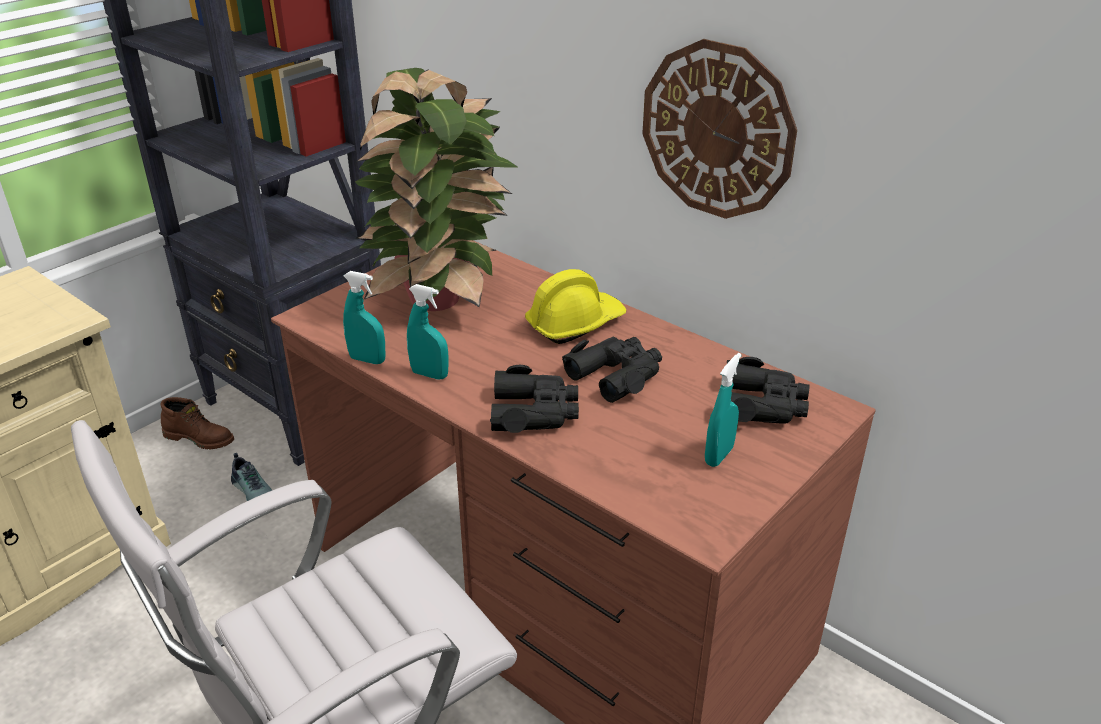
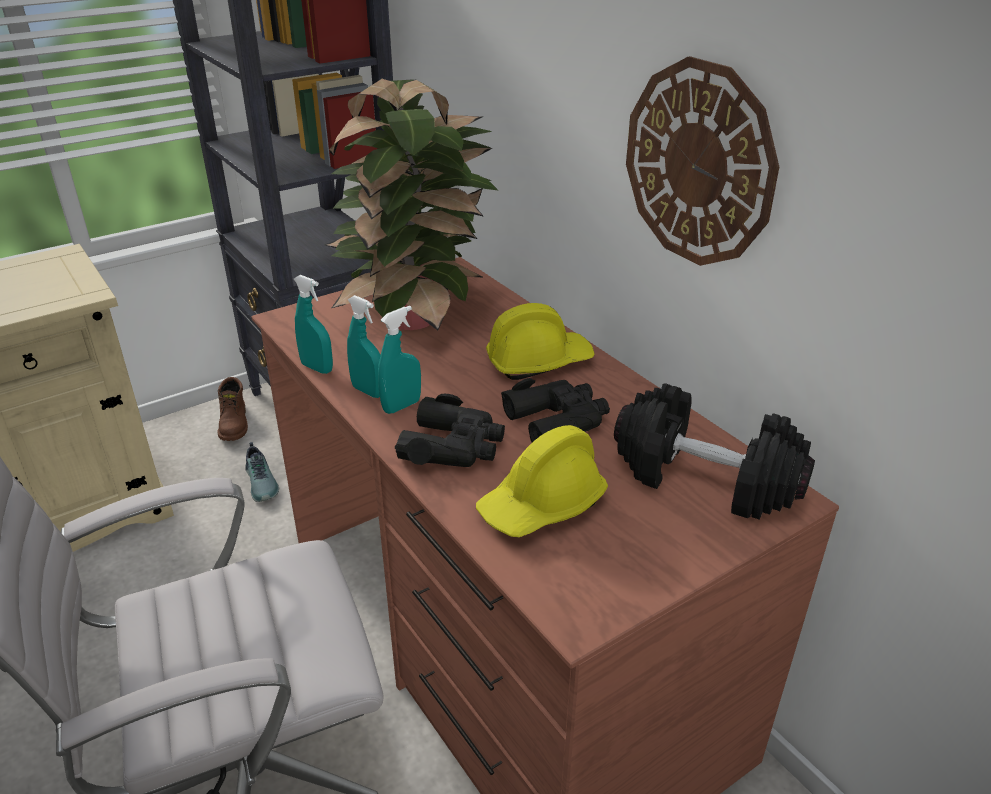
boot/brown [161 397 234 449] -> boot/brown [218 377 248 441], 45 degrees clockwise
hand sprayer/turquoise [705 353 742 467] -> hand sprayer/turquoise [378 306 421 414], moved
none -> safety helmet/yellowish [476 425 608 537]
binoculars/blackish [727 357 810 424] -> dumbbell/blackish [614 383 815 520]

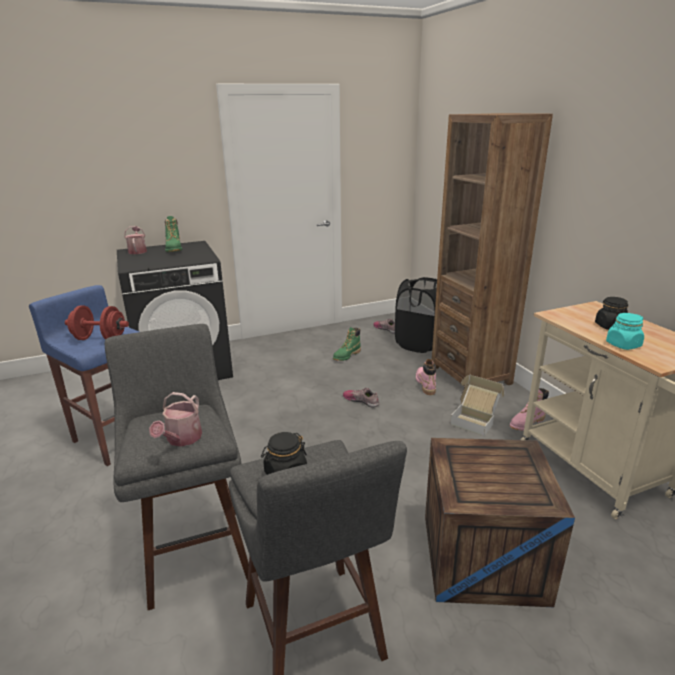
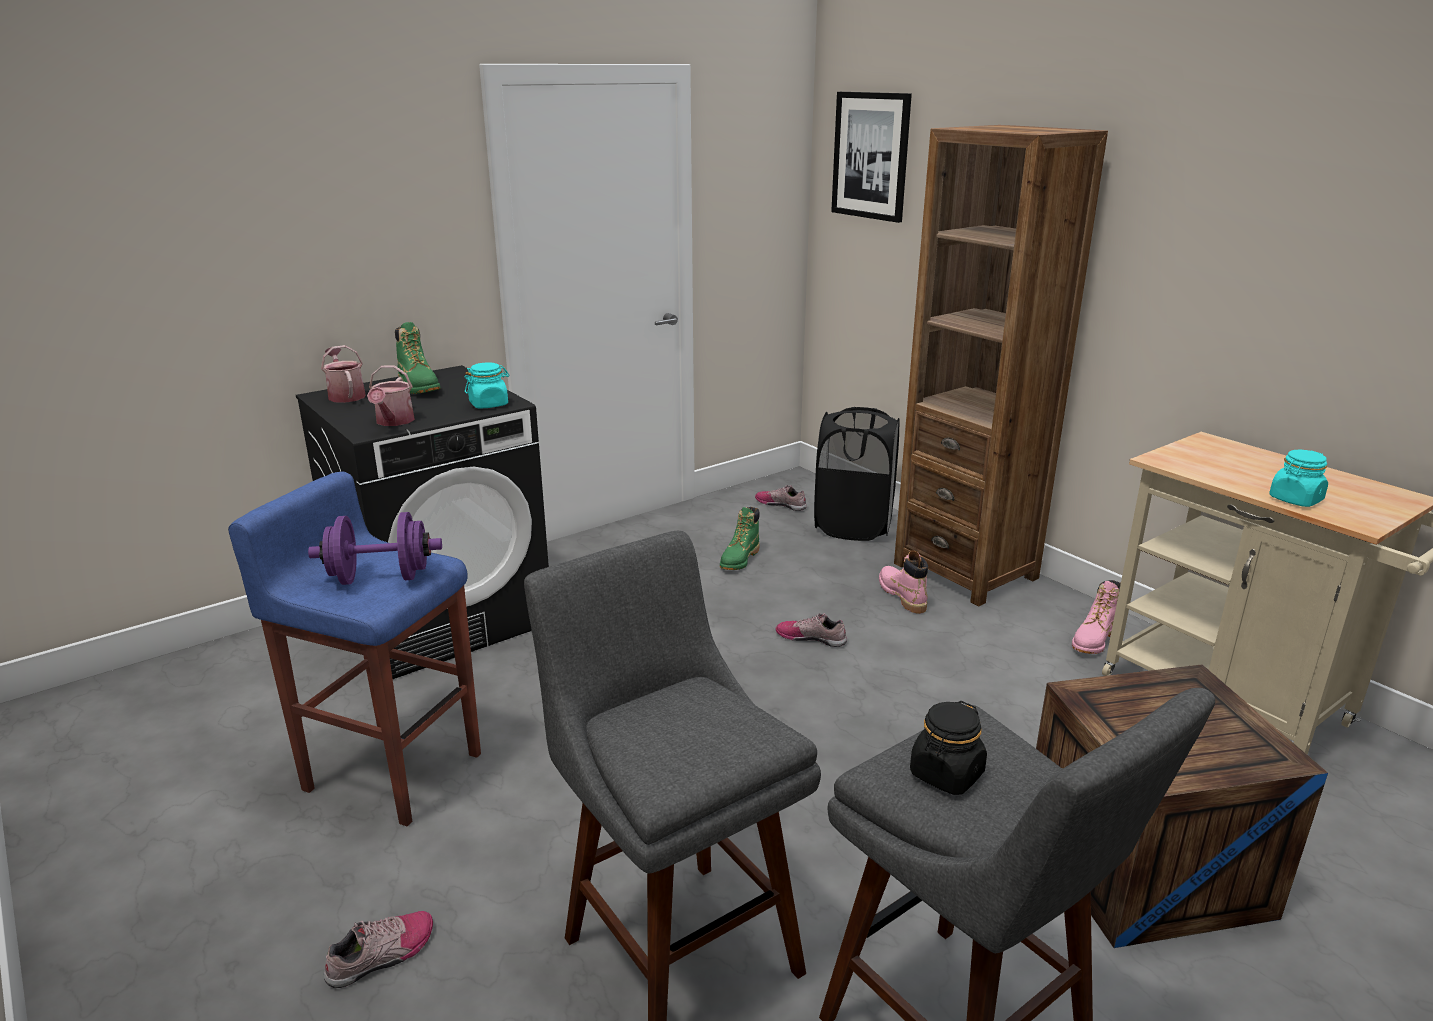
dumbbell/red-coloured [65 306 129 340] -> dumbbell/purplish [308 512 442 585]
none -> low shoe [324 911 433 988]
watering can [149 392 202 447] -> watering can [367 366 415 426], moved
none -> preserve jar/turquoise [465 362 509 409]
none -> wall art [831 92 912 223]
packing box [450 375 504 436] -> none
preserve jar/blackish [595 297 628 330] -> none

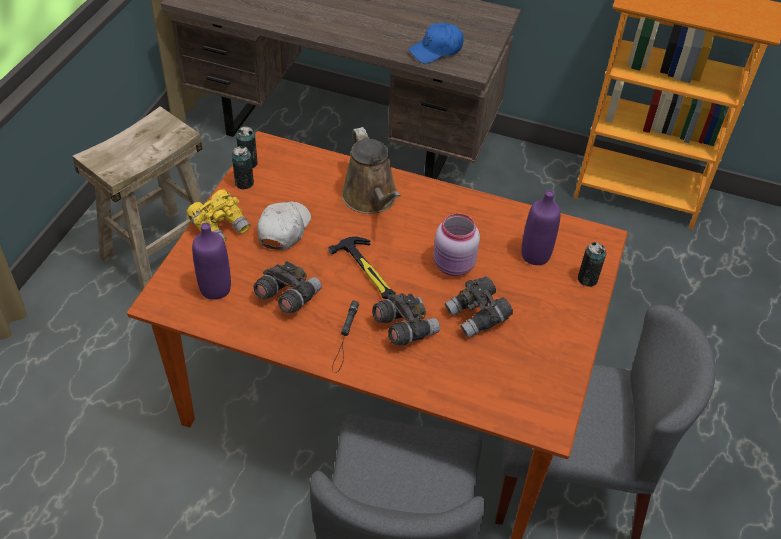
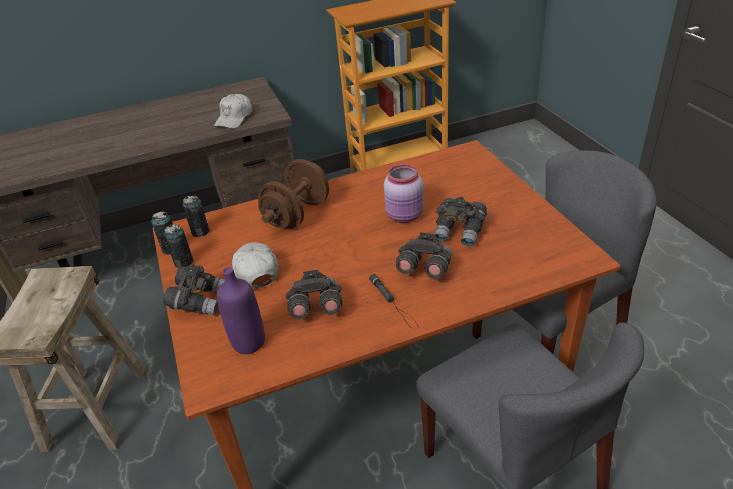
binoculars/yellowish [186 189 251 242] -> binoculars/gray [163 264 225 315]
can [578 242 606 287] -> can [183 195 210 237], moved
cap/bluish [408 22 464 63] -> cap/white-coloured [214 94 252 128]
watering can/brown [342 127 401 214] -> dumbbell/brown [258 159 329 229]
hammer [328 236 396 299] -> none
drink bottle/purplish [521 190 561 265] -> none

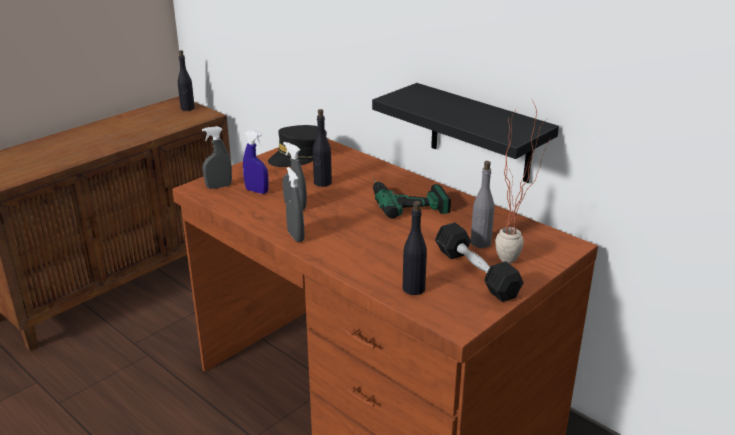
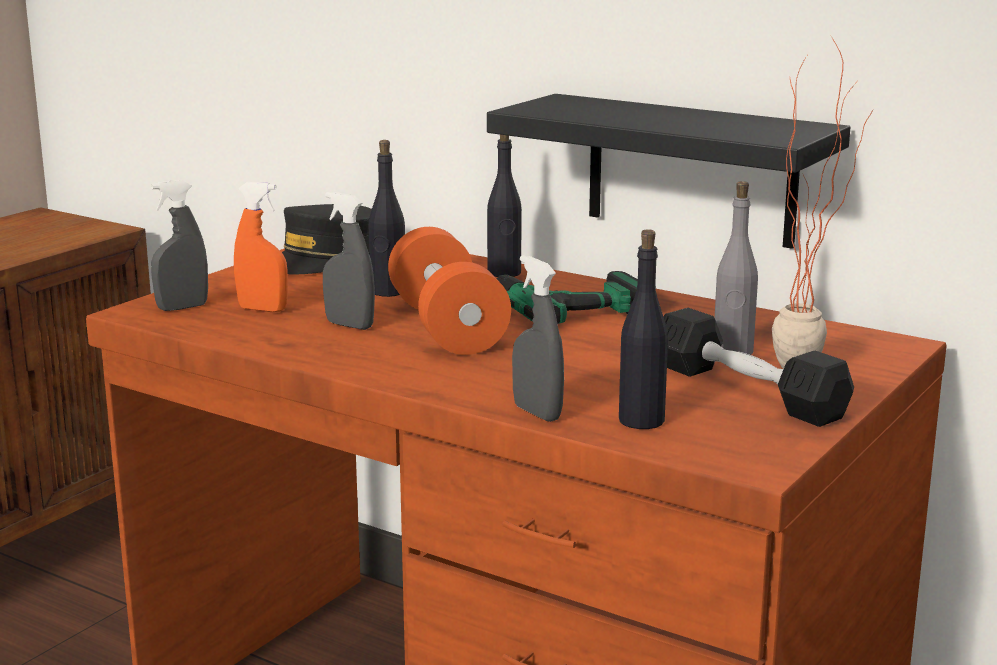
hand sprayer/bluish [243 130 268 194] -> hand sprayer/orangey [234 182 288 312]
none -> dumbbell/orangey [388 227 511 355]
drink bottle/blackish [178 50 195 111] -> drink bottle/blackish [487 135 522 277], moved
hand sprayer/gray [286 167 304 242] -> hand sprayer/gray [512 255 564 422], moved

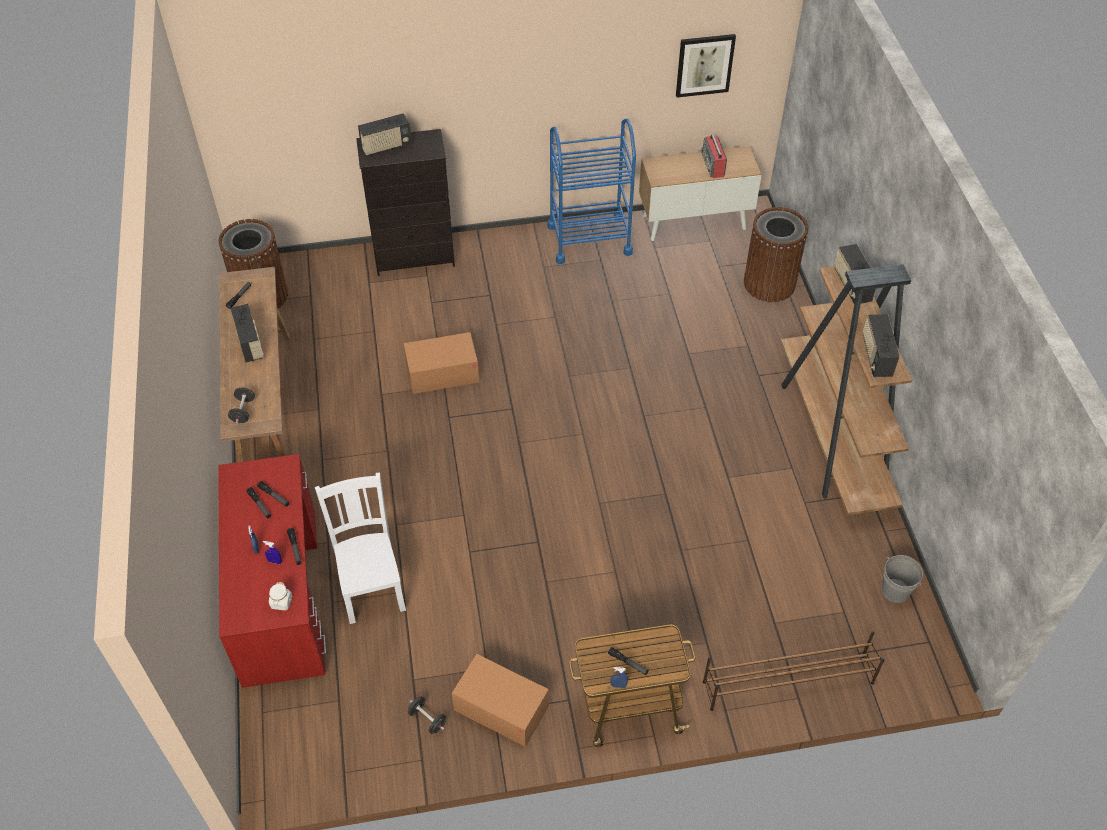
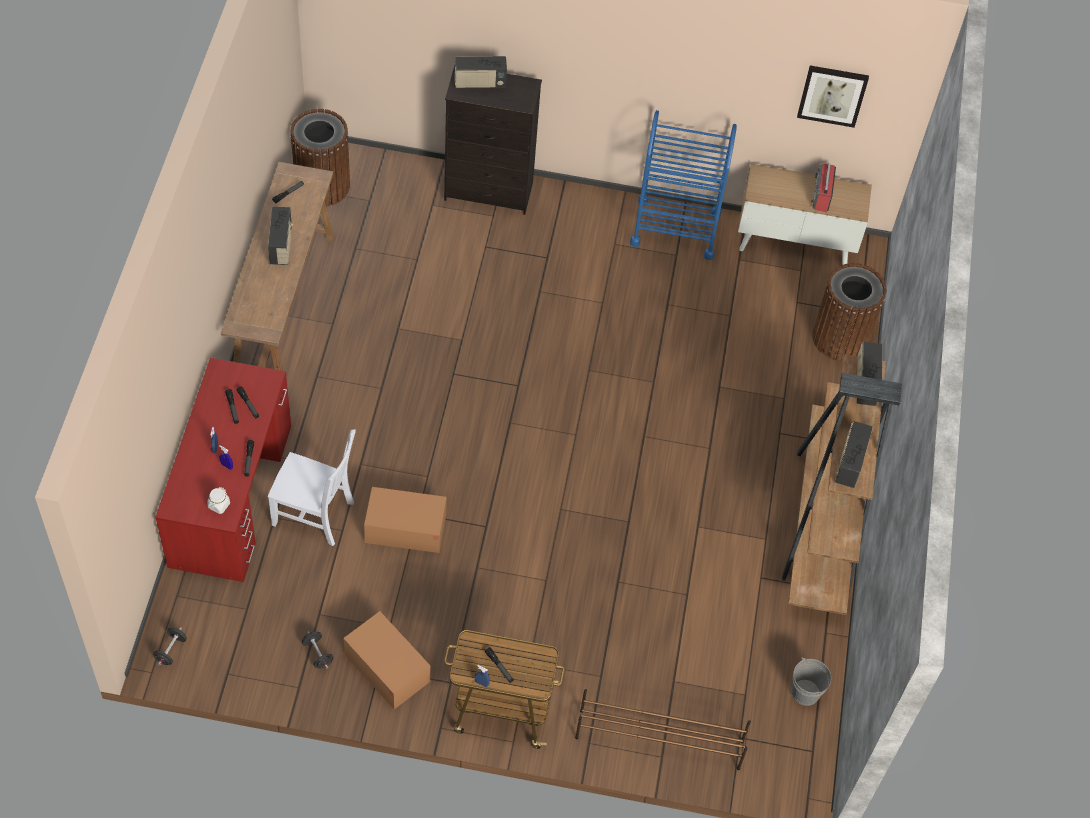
dumbbell/blackish [228 388 255 423] -> dumbbell/blackish [153 627 187 666], moved
plain chair/white-coloured [315 473 406 624] -> plain chair/white-coloured [268 429 356 546], 105 degrees clockwise
packing box [404 332 479 394] -> packing box [364 487 447 553], moved

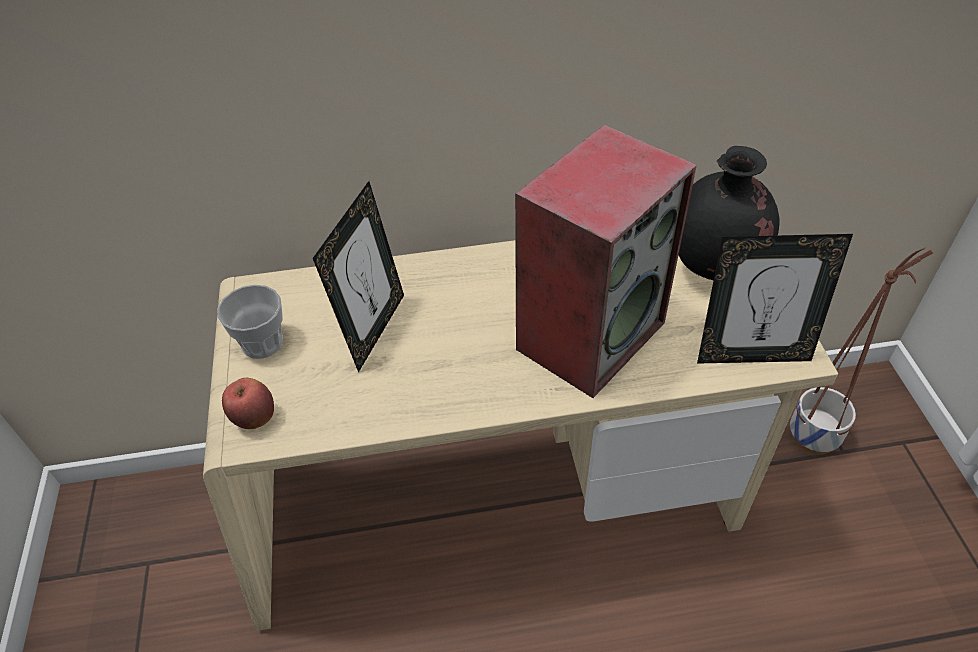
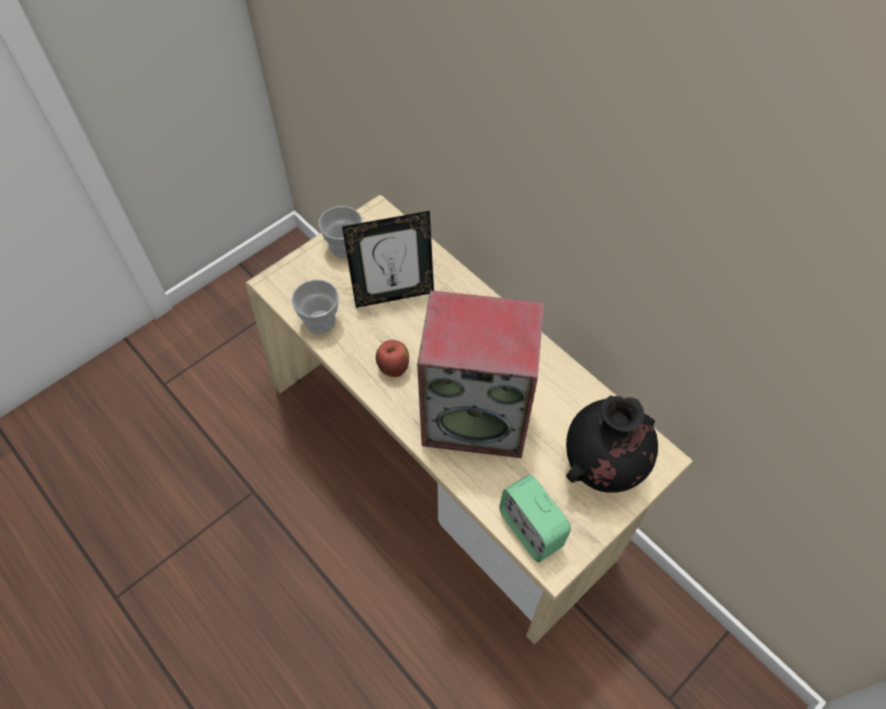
none -> cup [292 279 339 334]
apple fruit [222 378 274 429] -> apple fruit [376 340 409 377], moved
picture frame [697 234 853 364] -> alarm clock [499 474 571 563]
planter [790 247 933 454] -> none

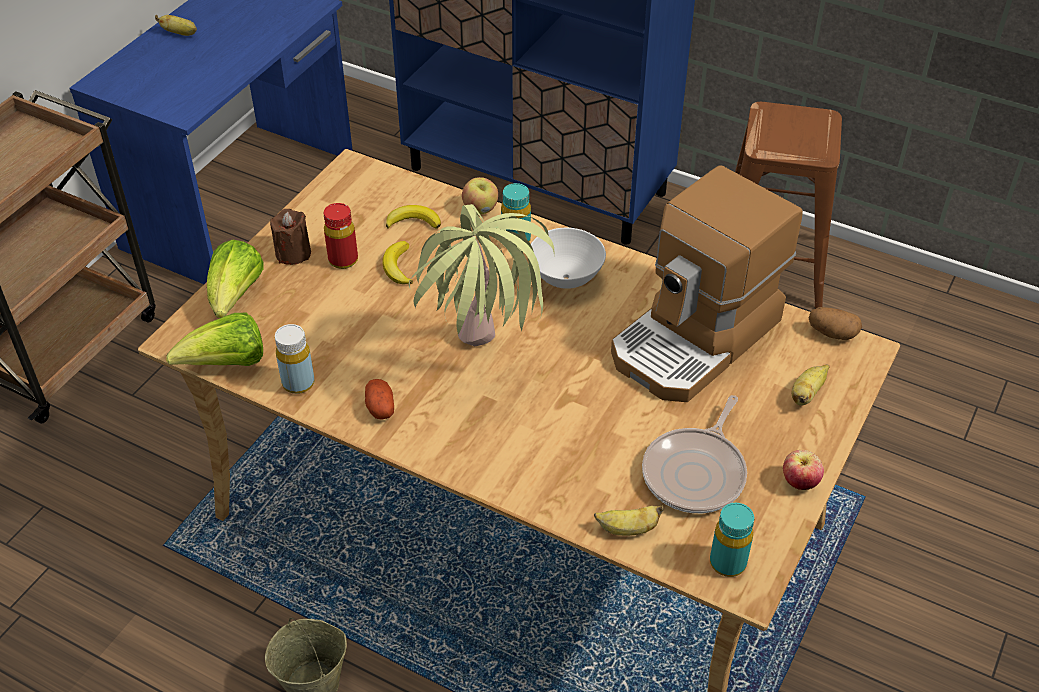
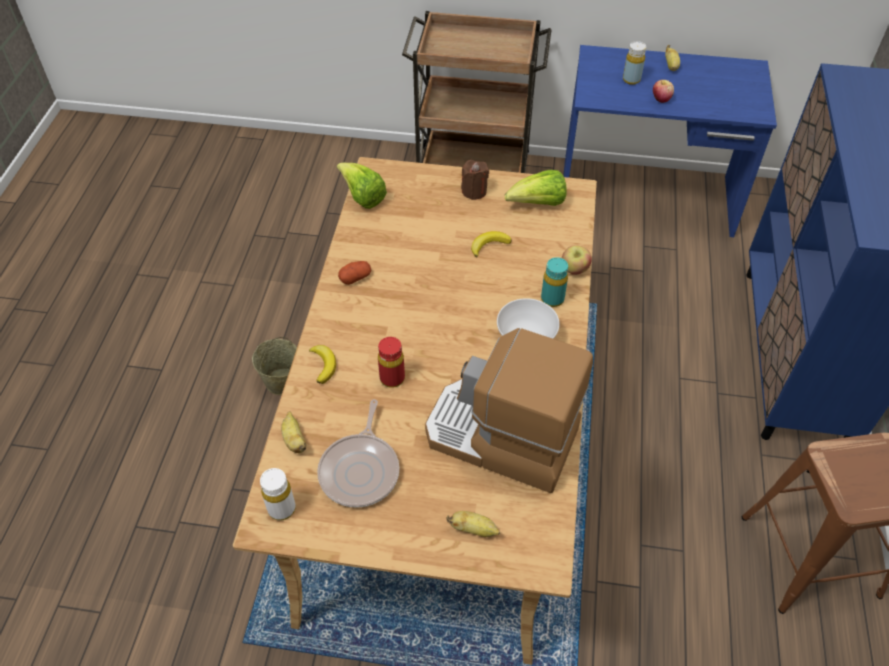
drink bottle/turquoise [710 503 754 577] -> drink bottle/white-coloured [260 468 296 521]
banana fruit [386 205 441 229] -> banana fruit [309 345 336 384], moved
pan [642 395 747 513] -> pan [317 399 400 508], 90 degrees counterclockwise
drink bottle/red-coloured [323 203 358 269] -> drink bottle/red-coloured [378 337 405 388], moved
lettuce head [207 240 263 319] -> lettuce head [505 170 567 206], moved
drink bottle/yellowish [275 324 314 394] -> drink bottle/yellowish [623 41 646 85], moved
apple fruit [783 450 824 490] -> apple fruit [653 80 674 103], moved
houseplant [409 204 554 346] -> none
potato [809 307 862 340] -> none

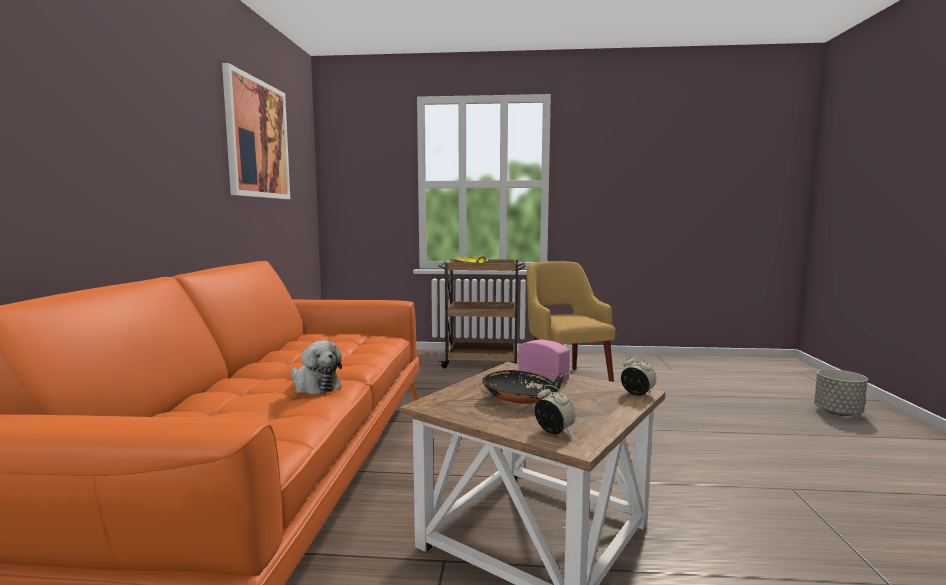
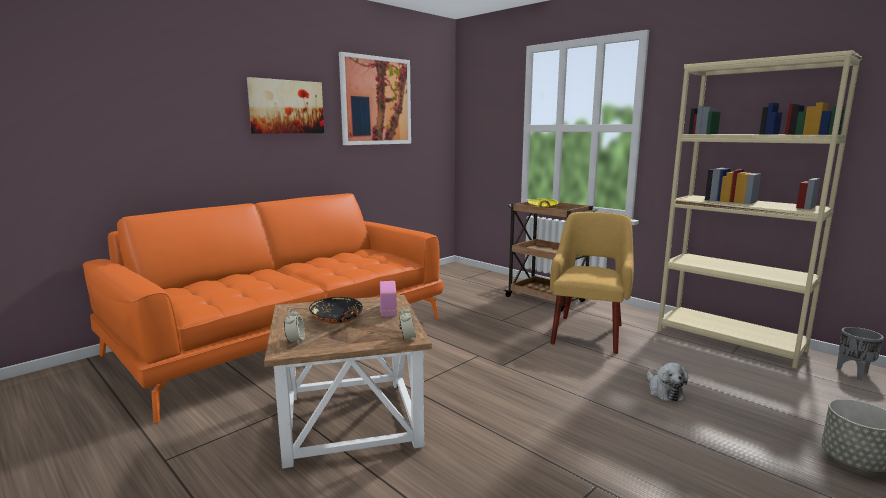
none -> wall art [247 77 324 134]
cuddly toy [291 340 342 395] -> cuddly toy [647 362 688 402], moved
none -> bookcase/sand-coloured [658 50 862 369]
none -> planter/gray [837 327 884 380]

